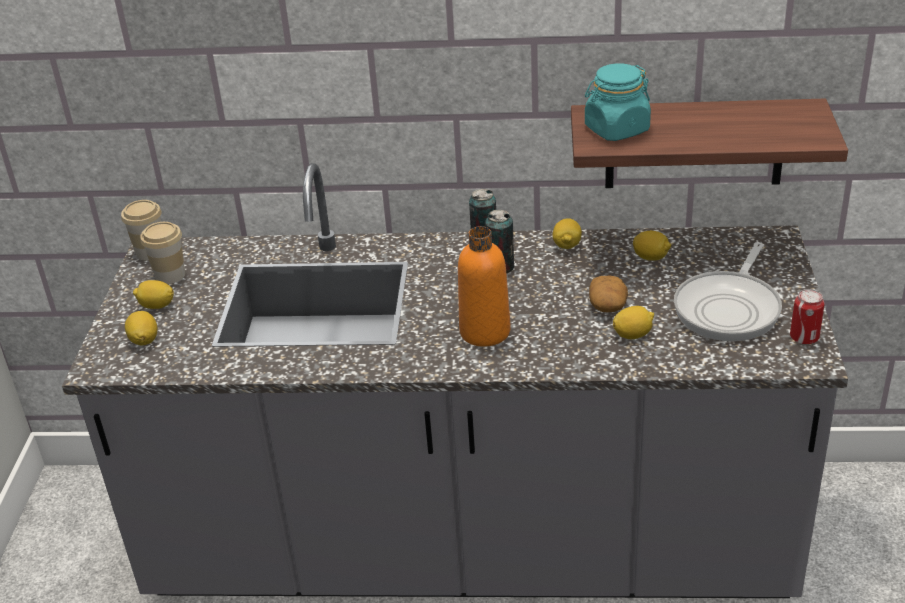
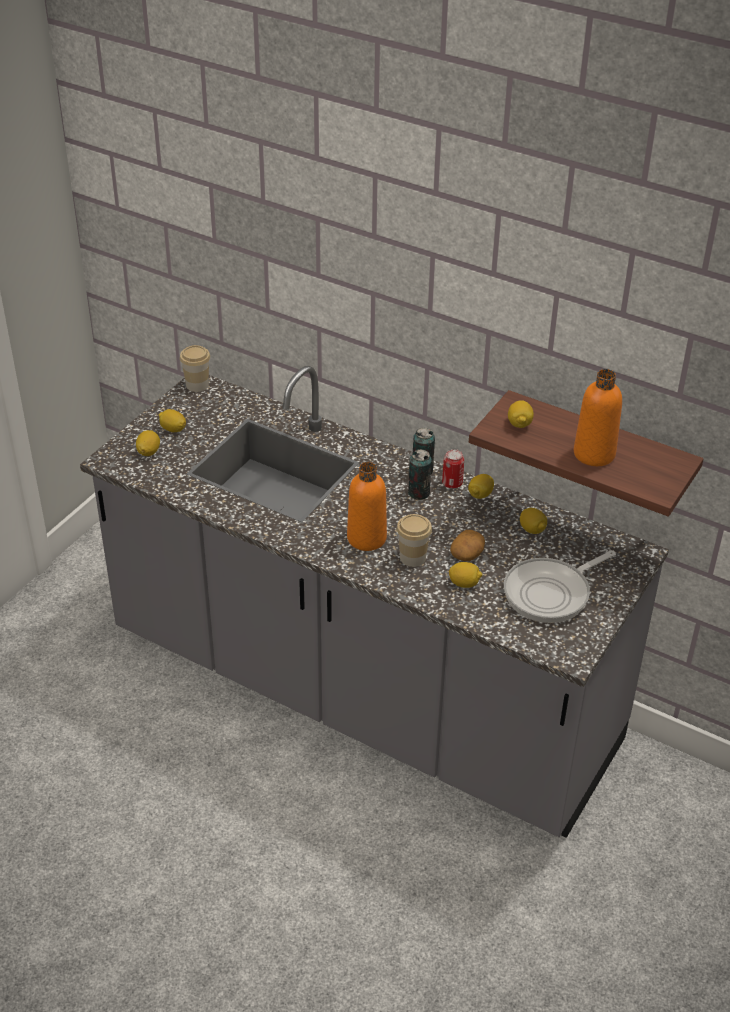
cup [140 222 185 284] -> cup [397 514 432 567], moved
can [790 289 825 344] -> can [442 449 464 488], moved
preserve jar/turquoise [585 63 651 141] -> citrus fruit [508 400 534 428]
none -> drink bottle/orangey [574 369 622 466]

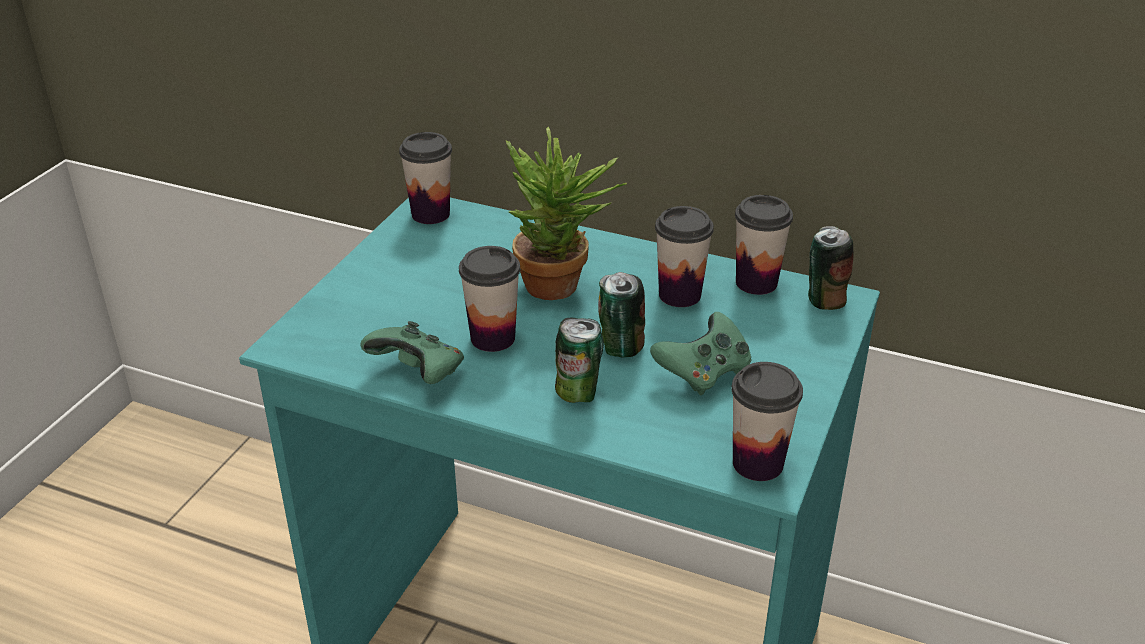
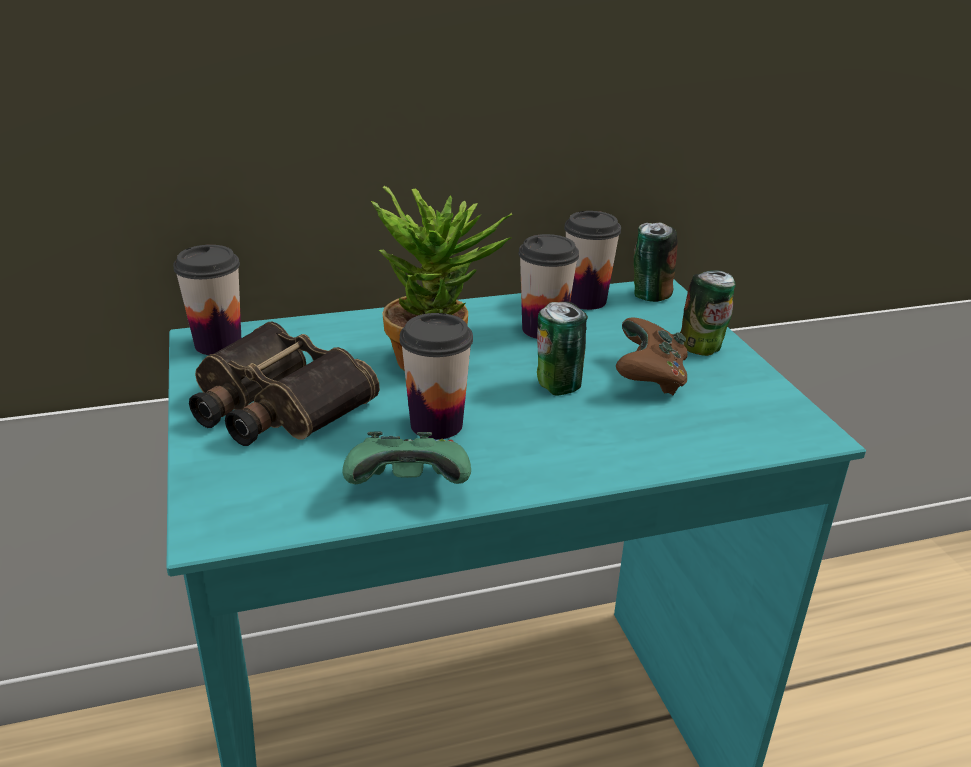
none -> binoculars [189 321 380 446]
gamepad/green-coloured [650 312 752 395] -> gamepad/brown [616 317 688 395]
can [555 318 604 403] -> can [680 270 735 356], moved
cup [731 362 803 481] -> none

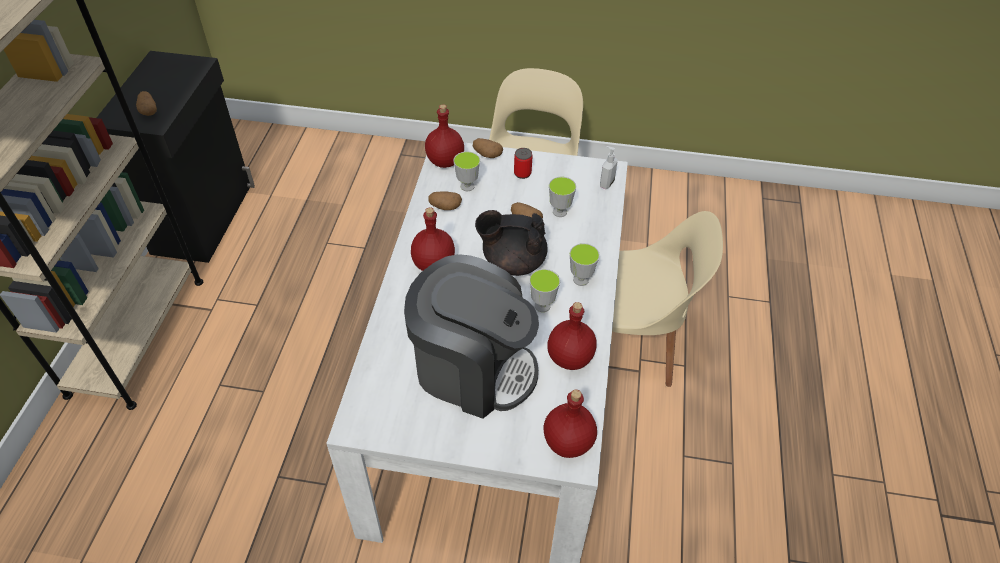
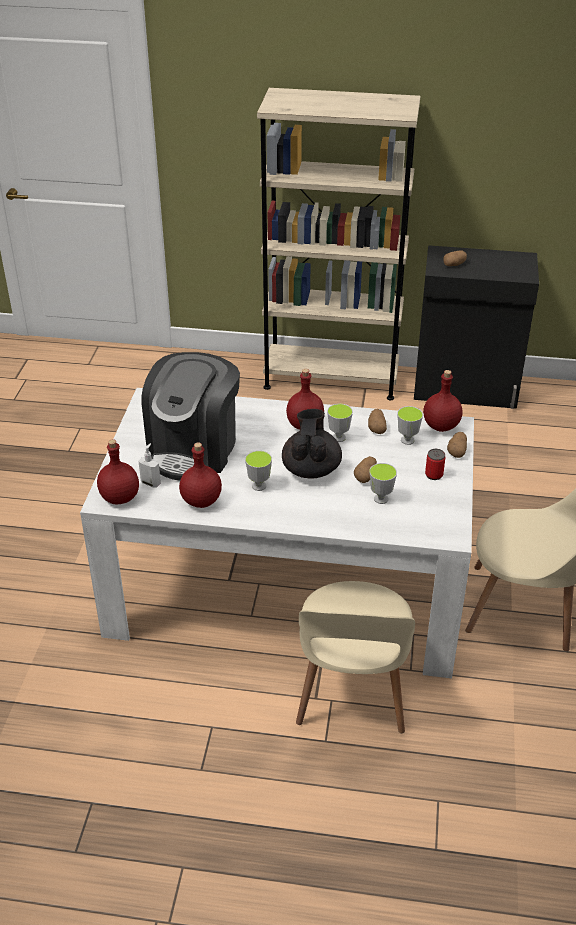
soap dispenser [600 146 618 189] -> soap dispenser [139 443 161 487], moved
cup [570 243 600 286] -> cup [327 404 353 442], moved

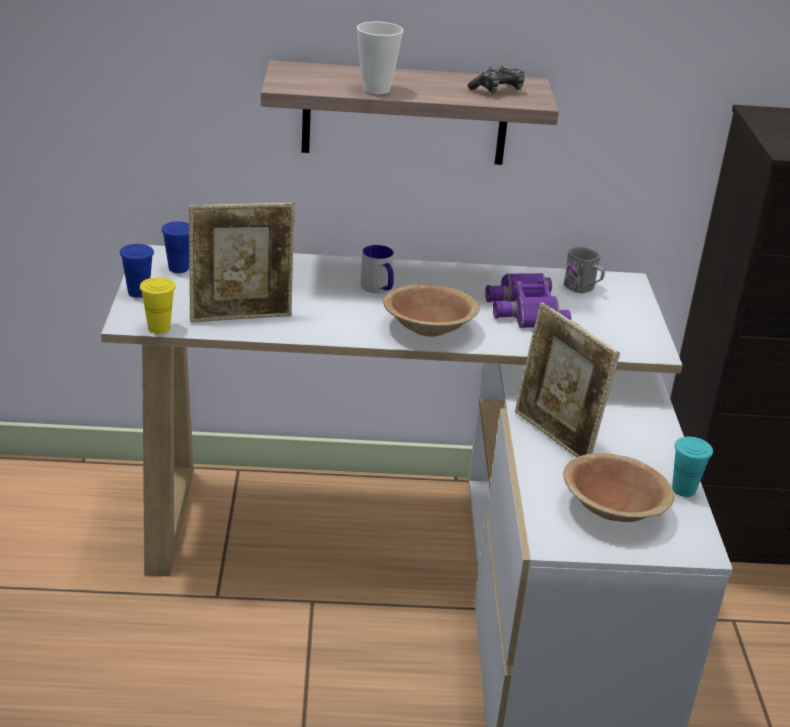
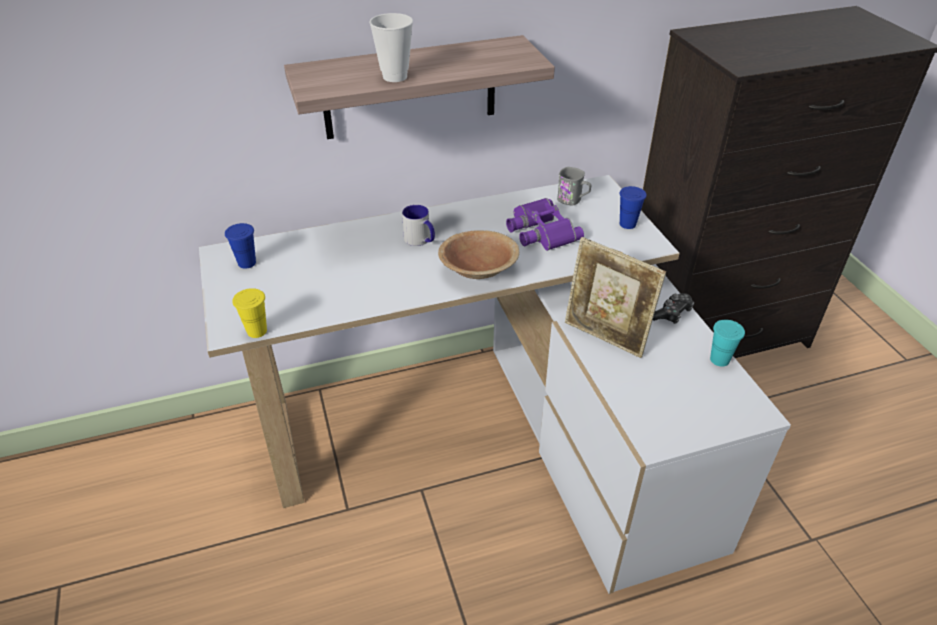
cup/bluish [120 244 154 298] -> cup/bluish [619 186 647 229], moved
gamepad [468 65 525 93] -> gamepad [653 293 694 324], moved
picture frame [189 202 295 322] -> none
serving bowl/brown [563 453 674 522] -> none

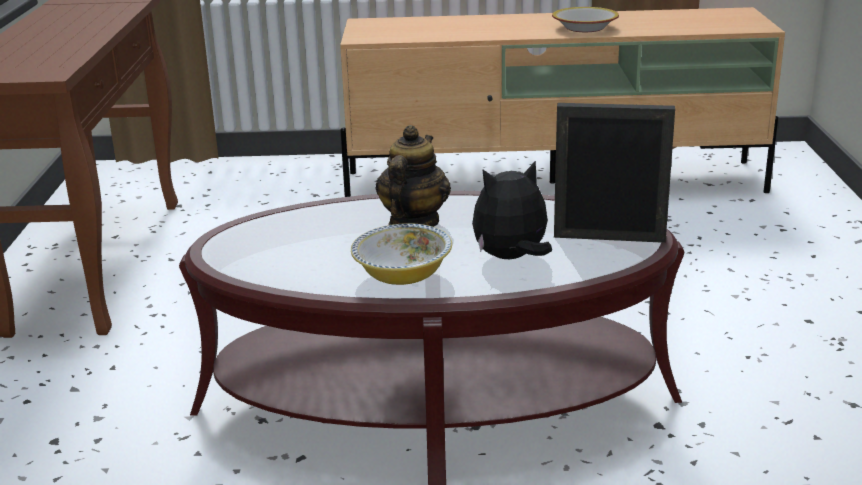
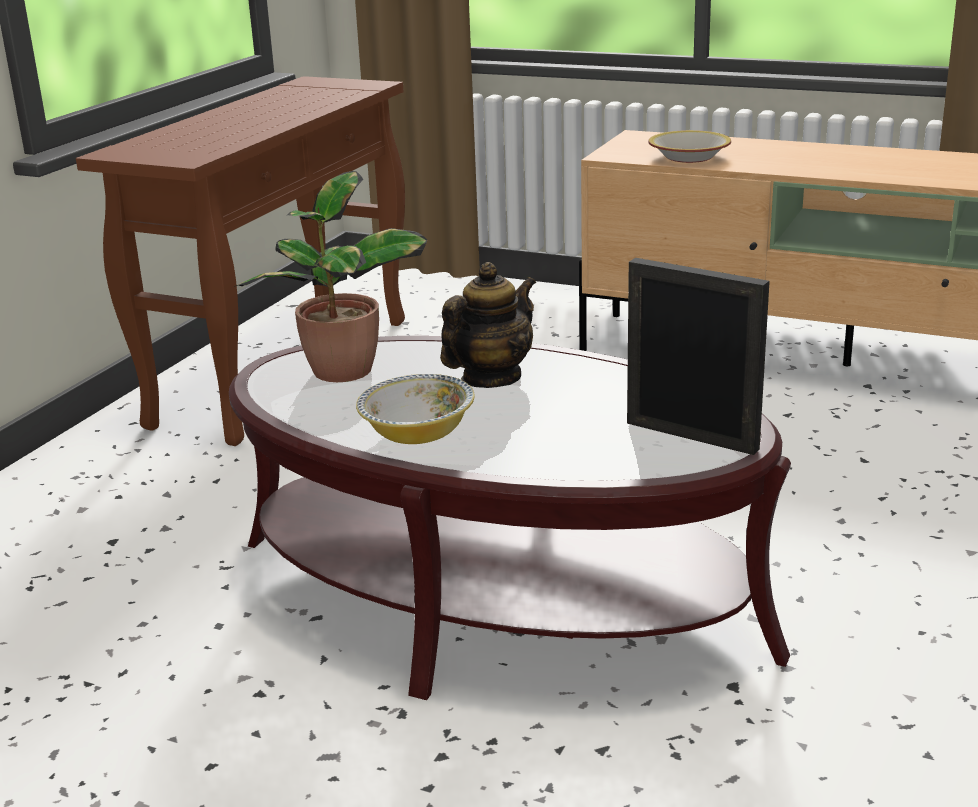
none -> houseplant [234 171 428 382]
serving bowl [552 7 619 32] -> serving bowl [648 130 731 163], moved
cuddly toy [472 160 552 259] -> none

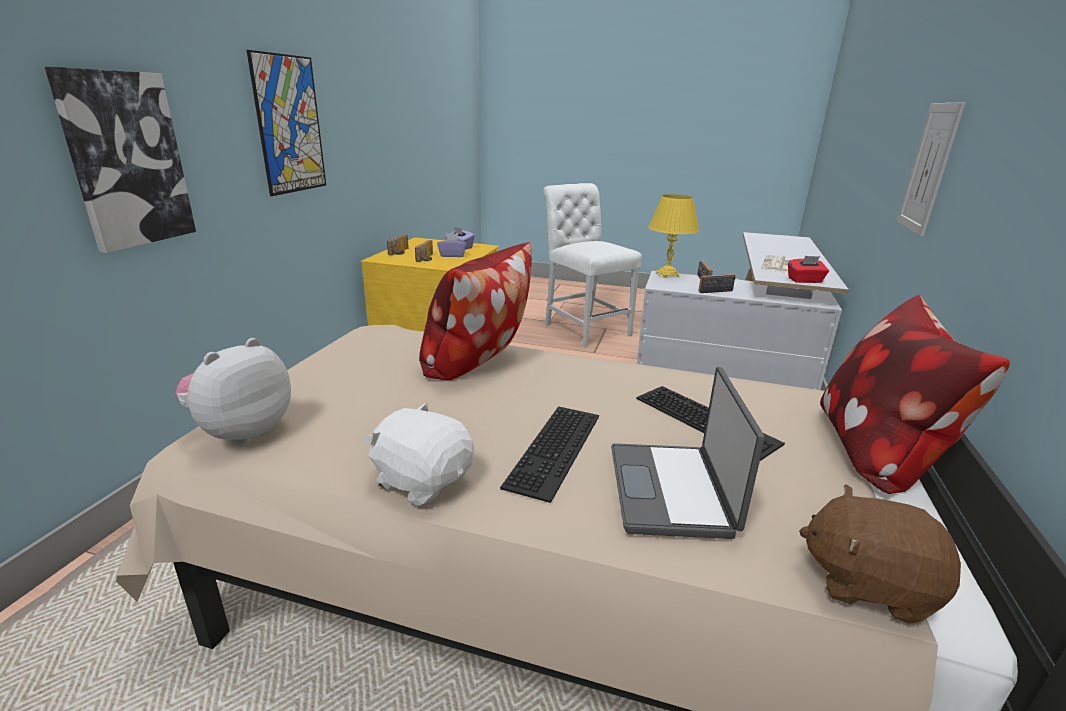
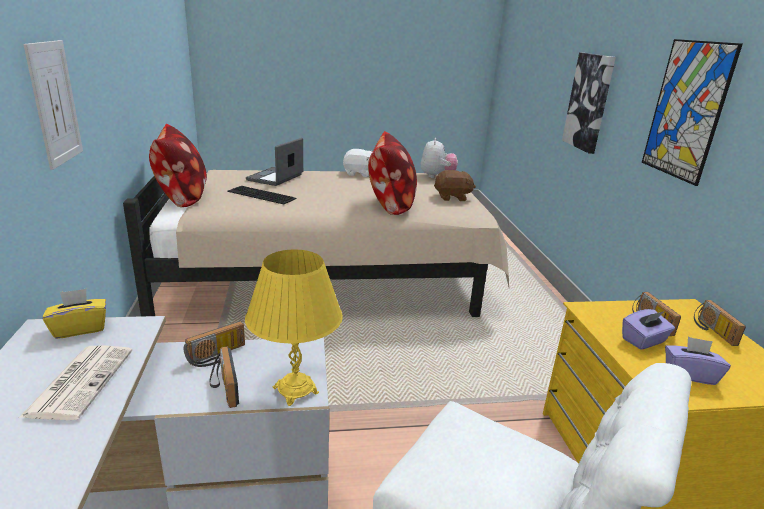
box of tissues/red-coloured [788 256 829 283] -> box of tissues/yellowish [42 289 106 339]
portable computer [611 367 765 539] -> portable computer [246 138 303 186], 135 degrees counterclockwise
cuddly toy/brown [799 484 961 624] -> cuddly toy/brown [434 170 476 201], moved
keyboard [500 406 599 503] -> none

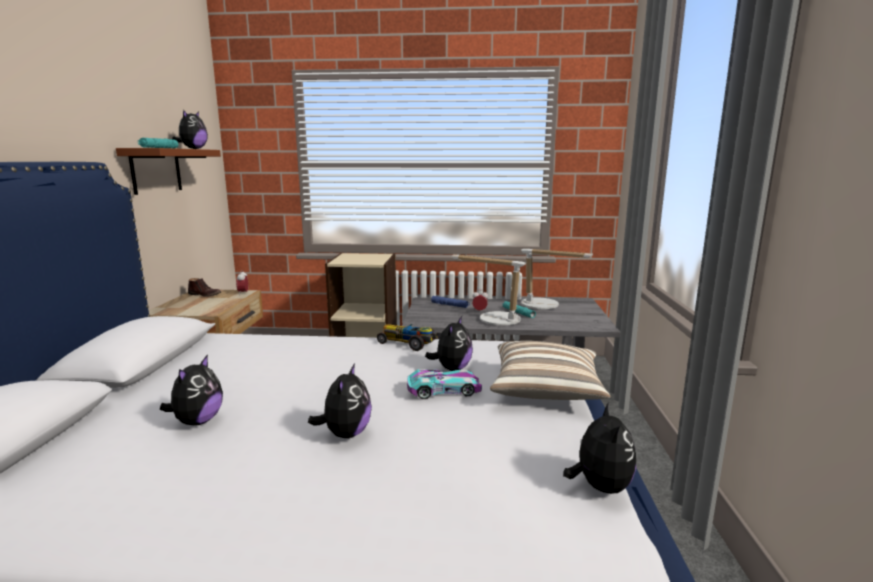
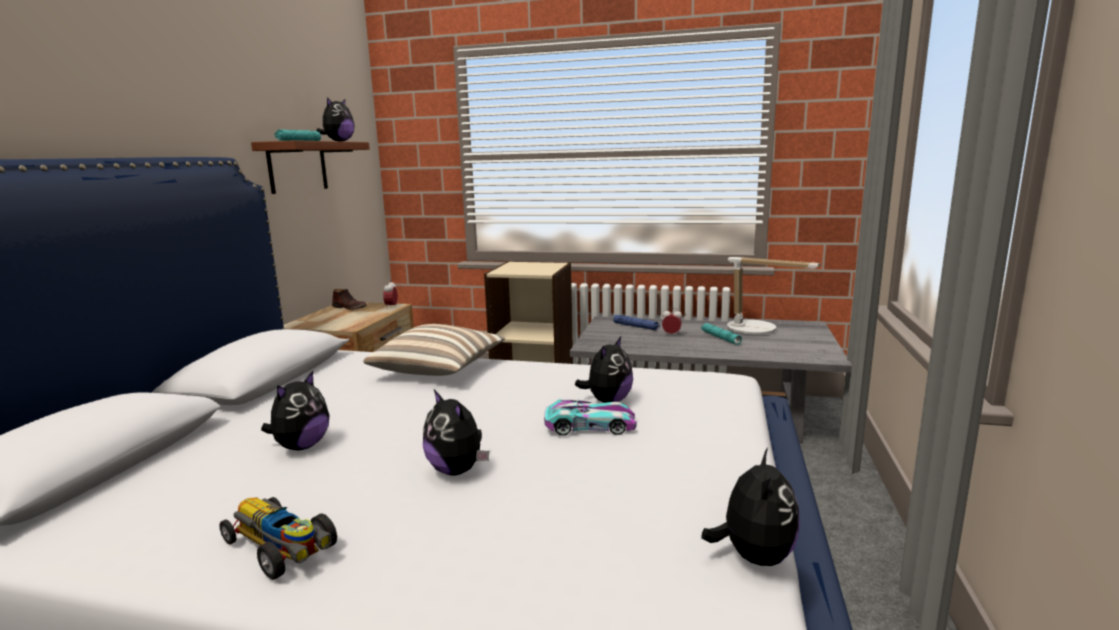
miniature car [377 324 438 351] -> miniature car [220 497 337 580], moved
pillow [490 341 610 400] -> pillow [363 324 505 376], moved
cuddly toy [308 363 372 438] -> cuddly toy [423 390 489 476], 120 degrees clockwise
table lamp [452 254 526 325] -> none

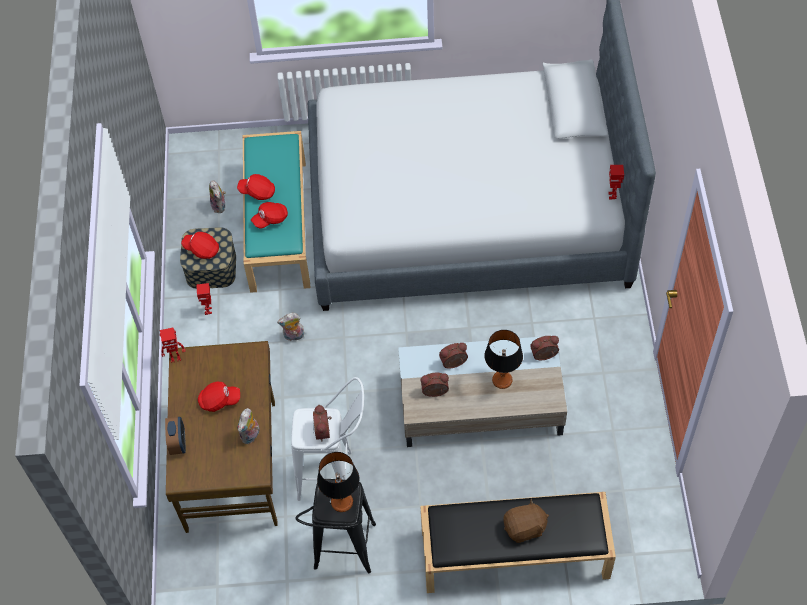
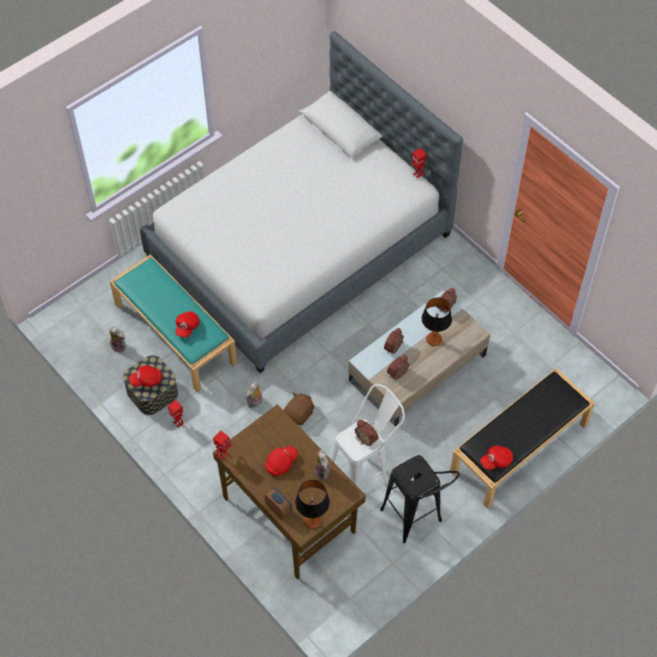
cuddly toy/brown [503 499 549 543] -> cuddly toy/brown [284 392 315 426], moved
table lamp [317 452 359 512] -> table lamp [295 480 330 529], moved
cap/red-coloured [237 174 275 200] -> cap/red-coloured [480 446 513 470], moved

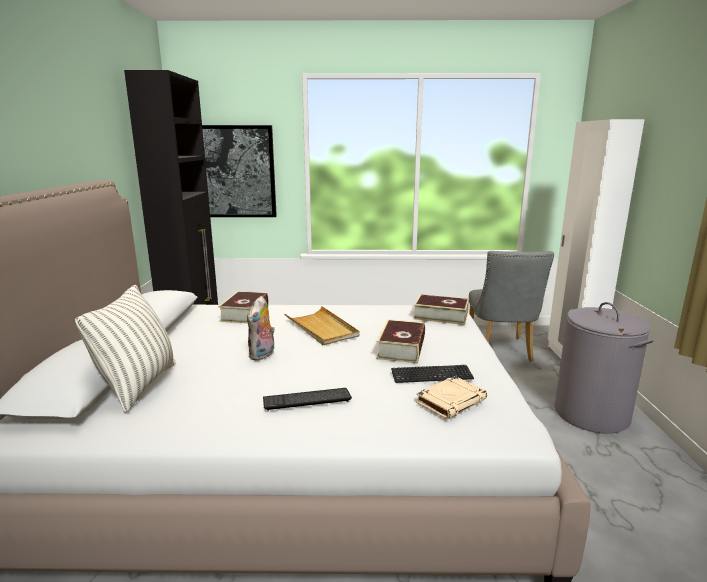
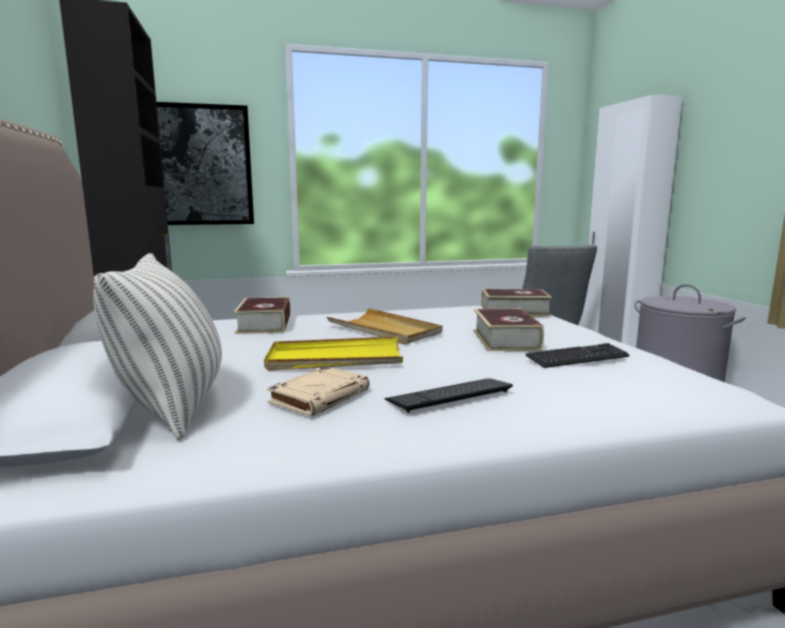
cuddly toy [247 296 275 361] -> serving tray/yellowish [264 336 403 371]
volume/sand-coloured [416 376 487 420] -> volume/sand-coloured [267 366 369 416], moved

